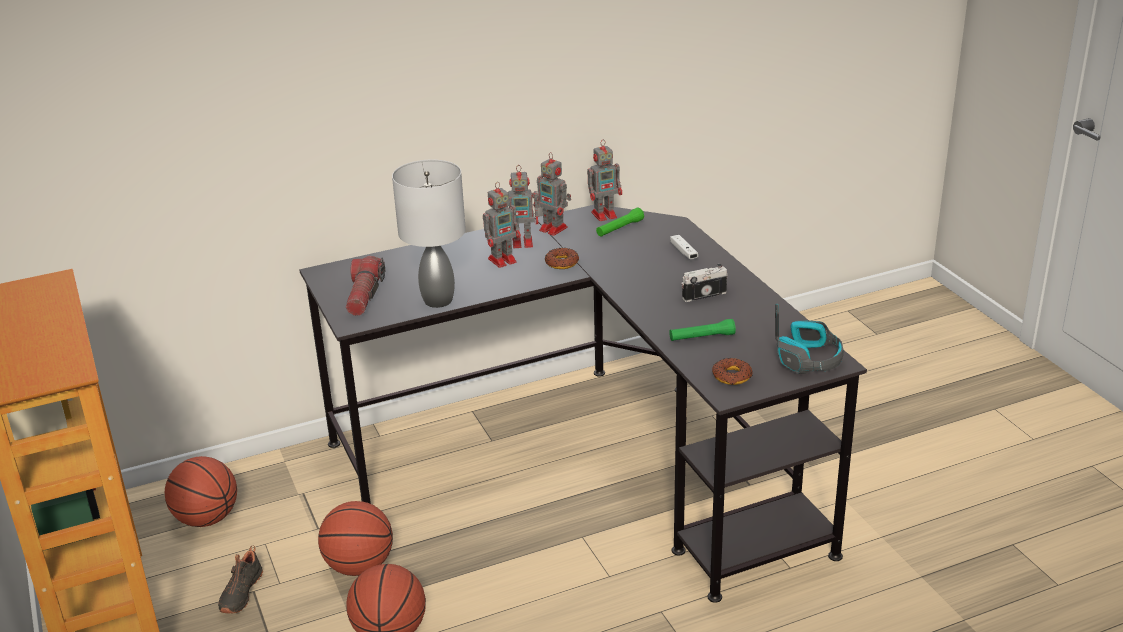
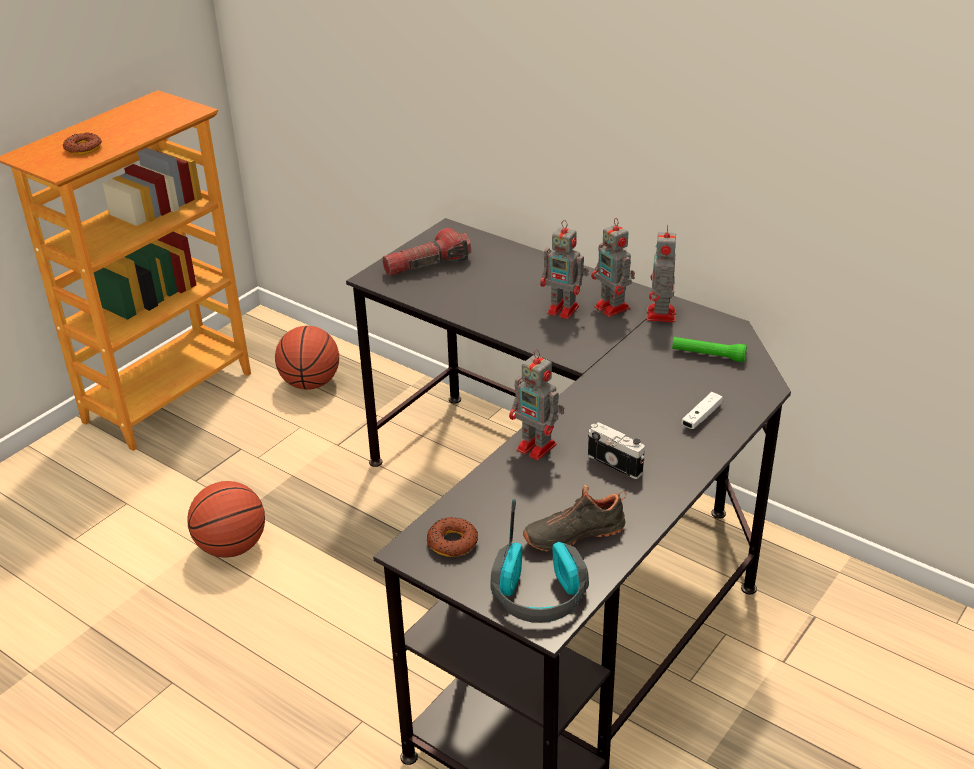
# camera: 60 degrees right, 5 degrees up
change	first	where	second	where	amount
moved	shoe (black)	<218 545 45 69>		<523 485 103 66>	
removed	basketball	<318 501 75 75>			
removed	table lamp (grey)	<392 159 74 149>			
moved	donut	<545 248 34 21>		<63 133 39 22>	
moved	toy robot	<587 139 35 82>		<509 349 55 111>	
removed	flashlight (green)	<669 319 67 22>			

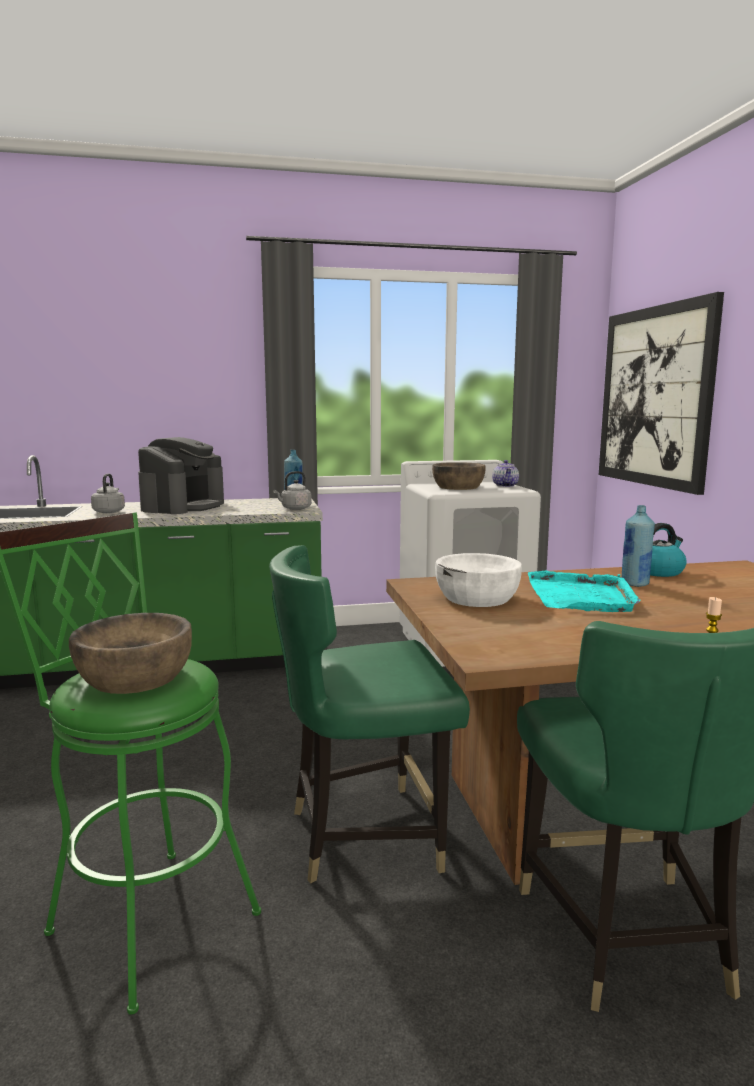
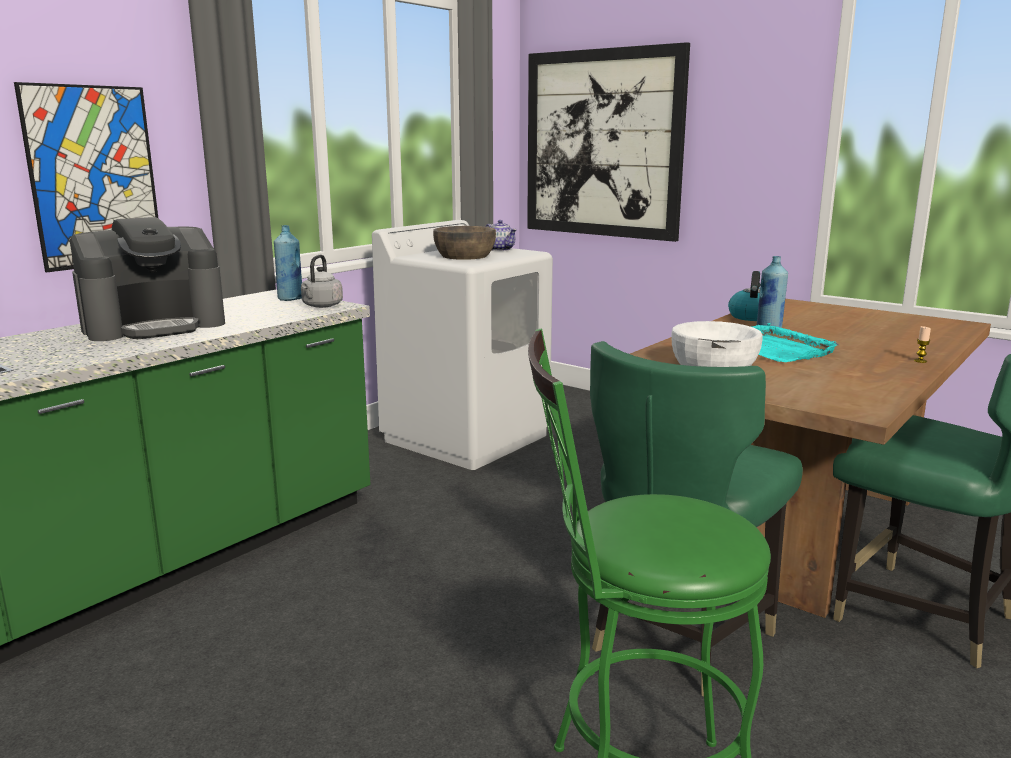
# camera: 40 degrees left, 5 degrees up
change	first	where	second	where	amount
removed	bowl (brown)	<69 613 123 81>			
removed	kettle (grey)	<91 474 34 39>			
turned	coffee machine	<138 437 86 77>		<70 217 155 124>	75 degrees clockwise
added			picture	<14 82 144 190>	

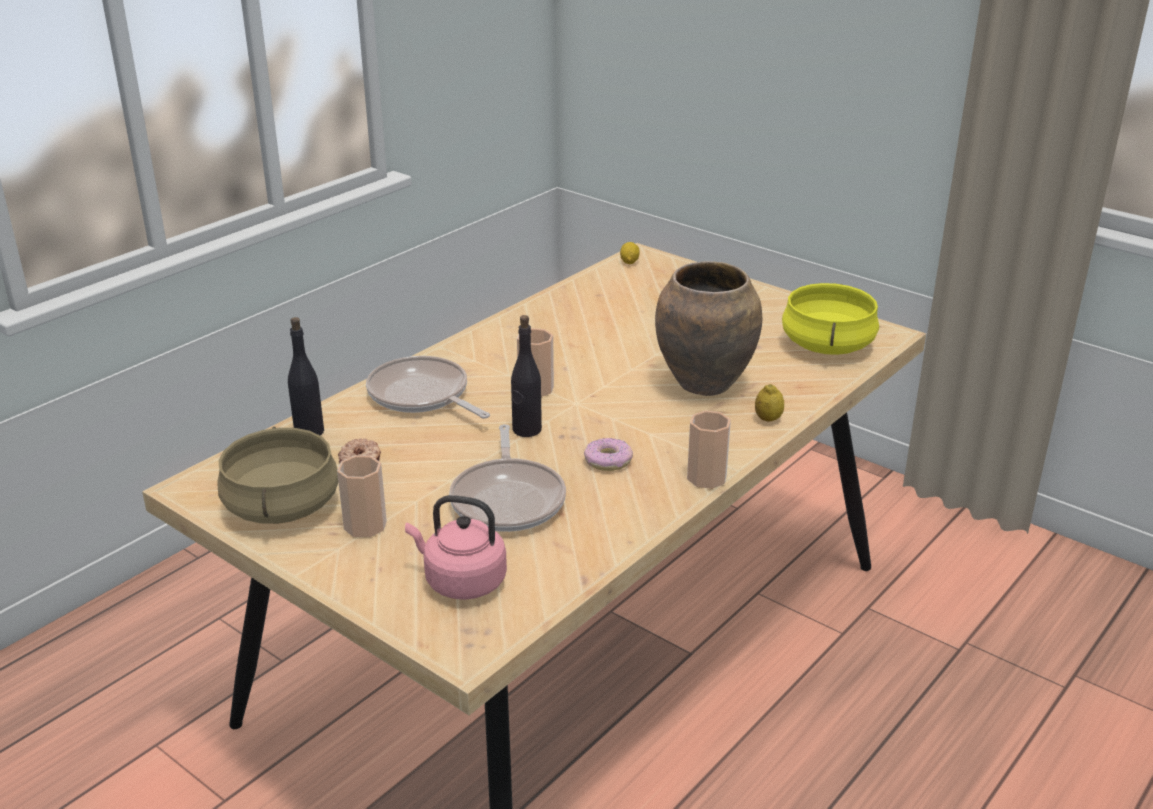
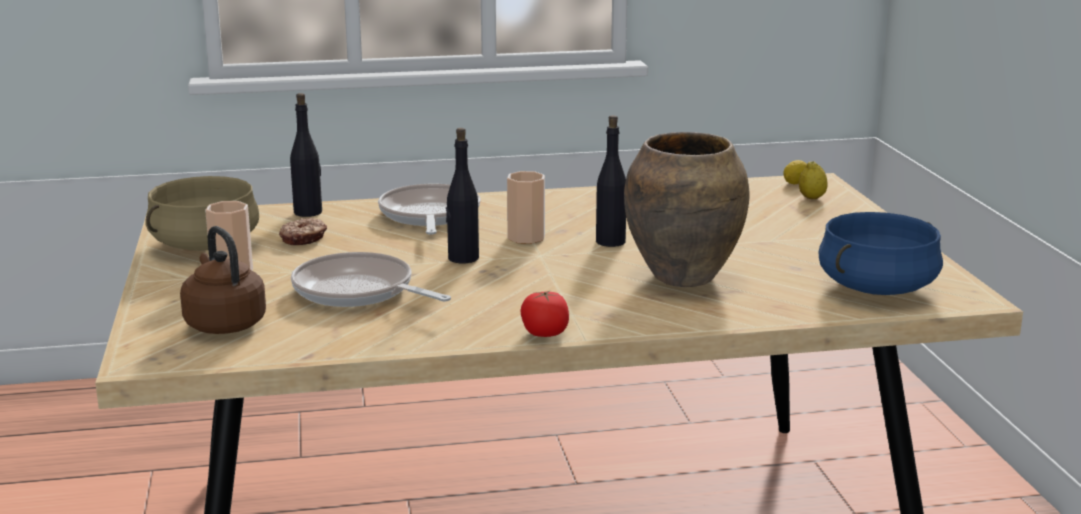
# camera: 40 degrees right, 10 degrees down
change	first	where	second	where	amount
recoloured	kettle (pink)	<405 495 102 105>	kettle (brown)	<180 226 86 108>	
turned	frying pan	<449 424 117 108>		<291 252 160 55>	90 degrees clockwise
removed	donut	<584 438 49 33>			
replaced	cup	<687 411 44 78>	tomato	<520 290 49 47>	
moved	lemon	<755 384 29 38>		<799 161 29 38>	
recoloured	cooking pot (yellow)	<782 283 97 72>	cooking pot (blue)	<818 212 125 83>	
added			bottle (black)	<596 115 30 132>	

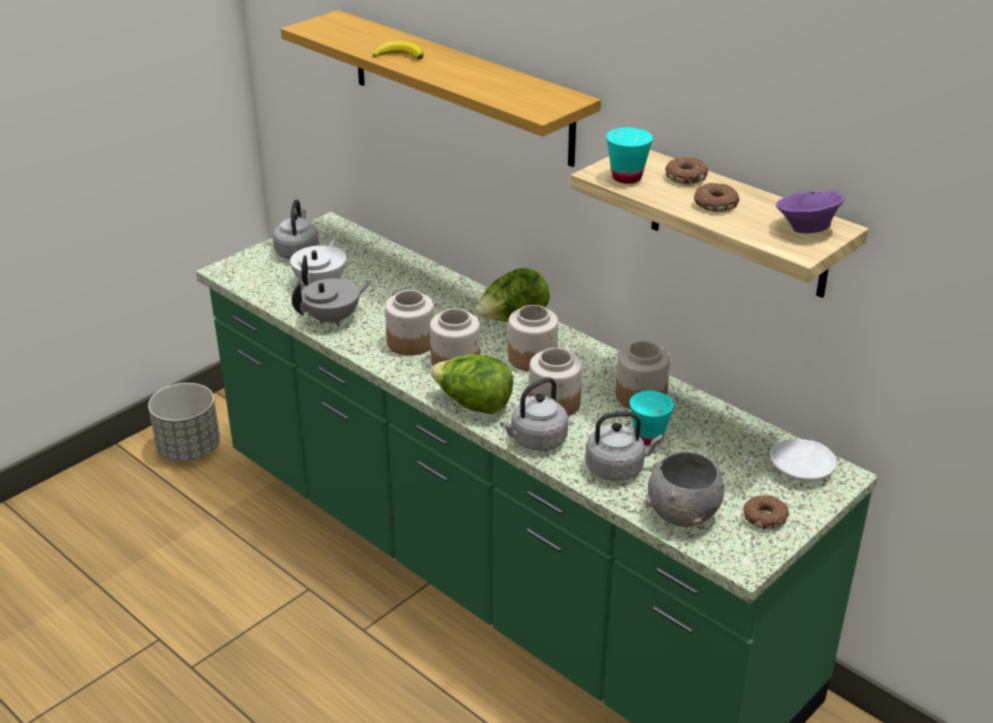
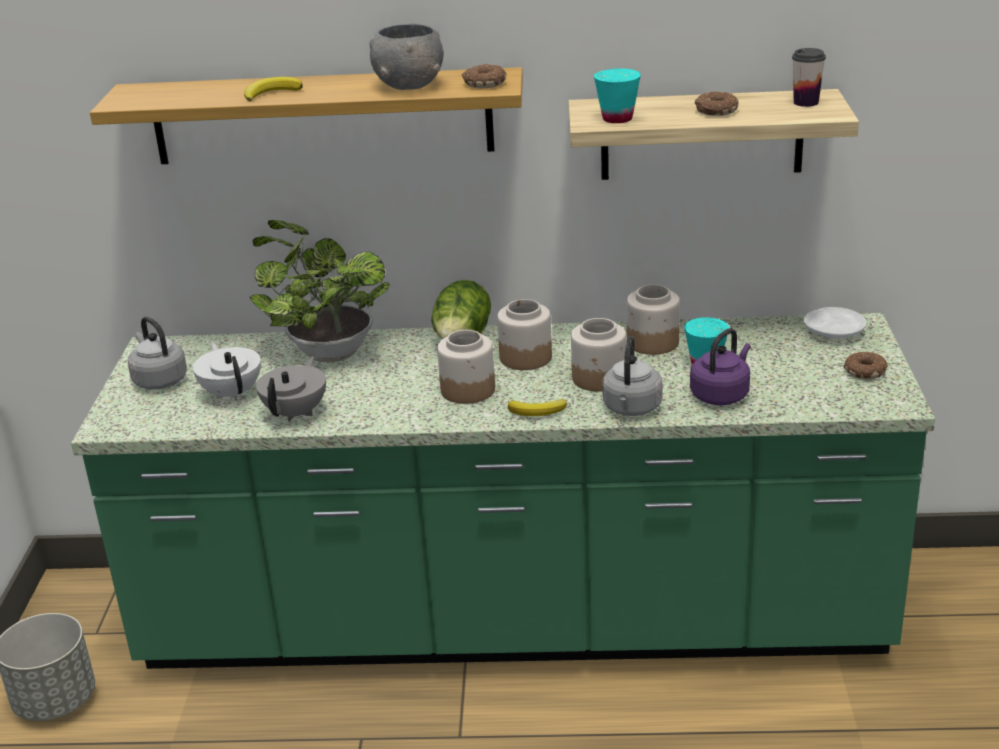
# camera: 40 degrees left, 5 degrees down
change	first	where	second	where	amount
removed	jar	<385 290 49 66>			
replaced	lettuce	<431 355 82 59>	banana	<508 399 59 17>	
recoloured	kettle (grey)	<585 411 78 70>	kettle (purple)	<690 328 61 77>	
moved	bowl (grey)	<646 451 78 76>		<370 24 74 66>	
moved	donut	<665 157 43 27>		<462 64 44 24>	
replaced	bowl (purple)	<776 190 69 43>	cup	<792 48 34 59>	
added			potted plant	<250 220 140 142>	

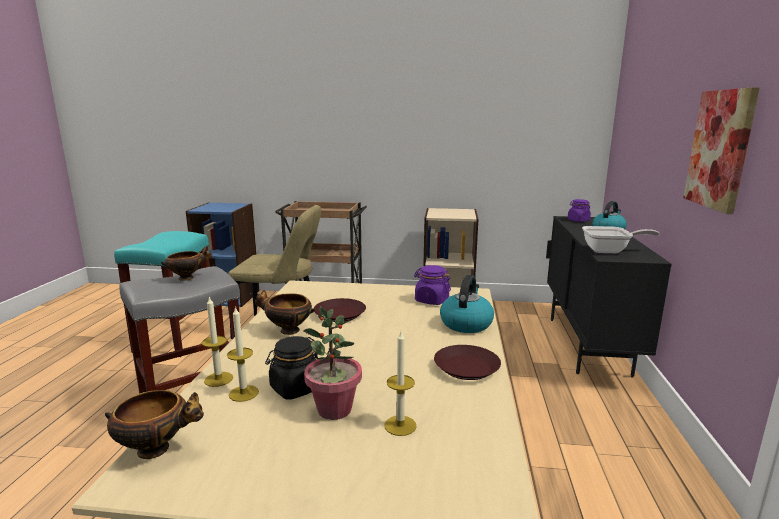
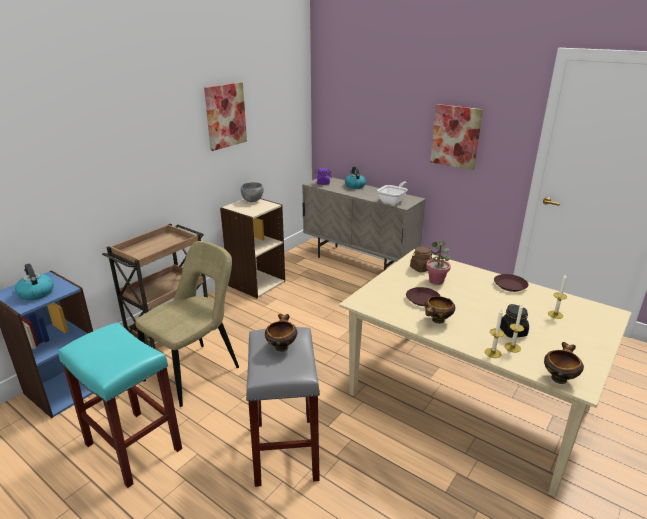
# camera: 60 degrees left, 10 degrees up
change	first	where	second	where	amount
moved	potted plant	<303 306 59 114>		<426 240 25 45>	
recoloured	jar (purple)	<414 265 37 40>	jar (brown)	<410 246 22 26>	
moved	kettle	<440 275 54 58>		<15 263 39 37>	
recoloured	cabinet (black)	<546 216 126 162>	cabinet (beige)	<302 177 124 94>	
added			picture	<204 82 43 69>	
added			bowl (grey)	<241 182 23 20>	

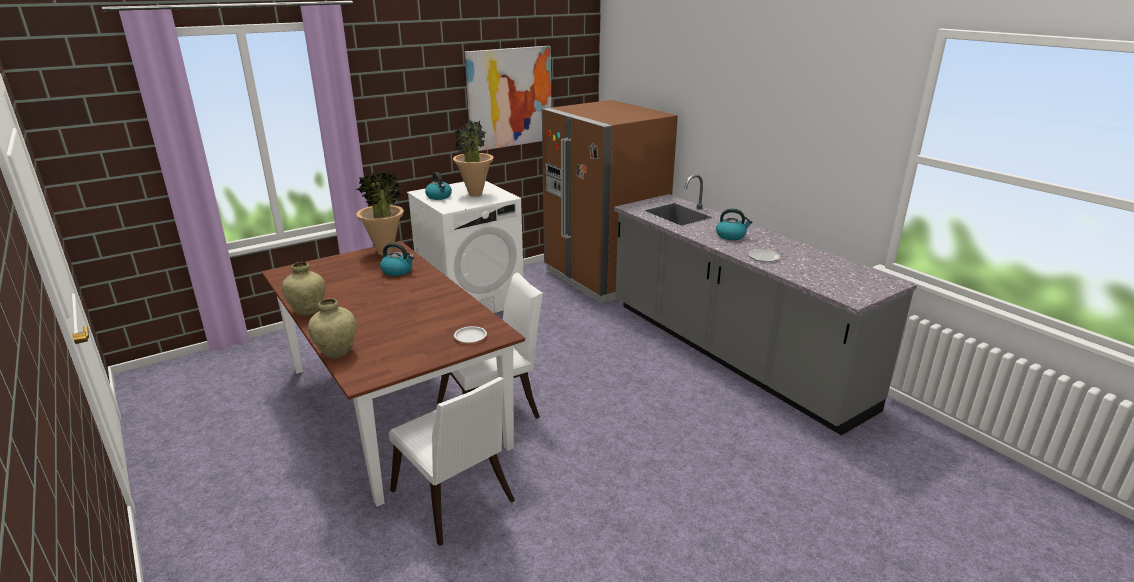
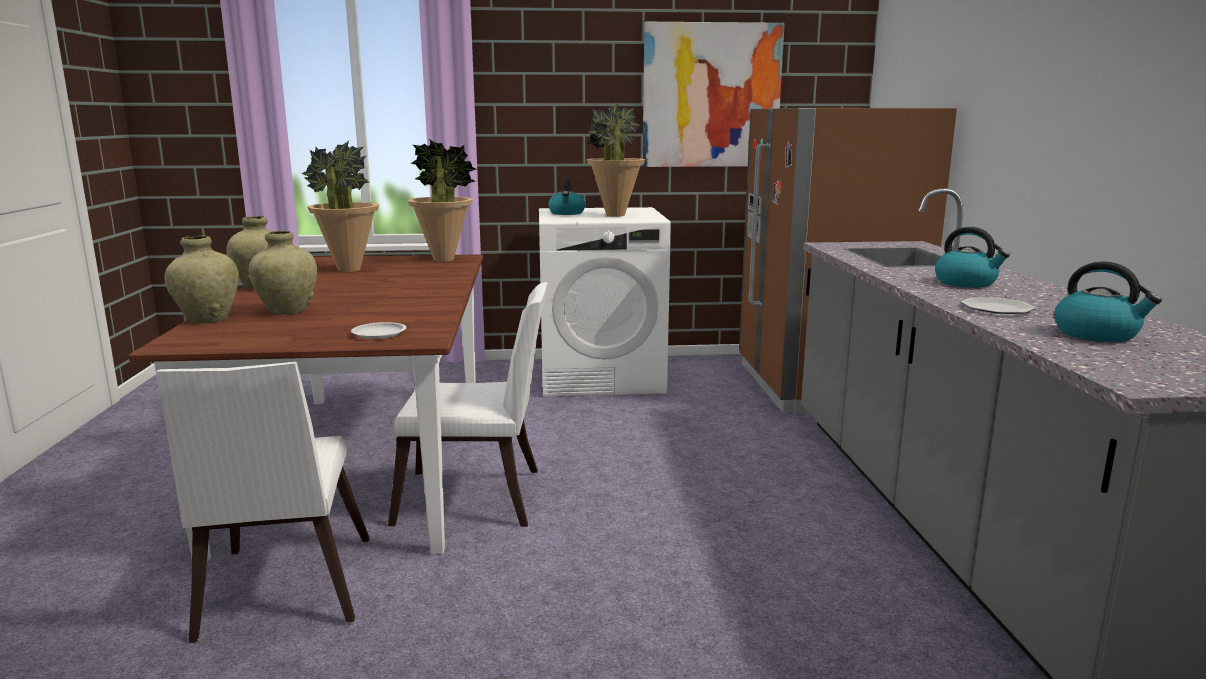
# camera: 30 degrees right, 10 degrees down
change	first	where	second	where	amount
moved	kettle	<380 243 34 33>		<1054 261 108 81>	
added			vase (beige)	<249 231 68 84>	
added			potted plant	<301 141 78 131>	

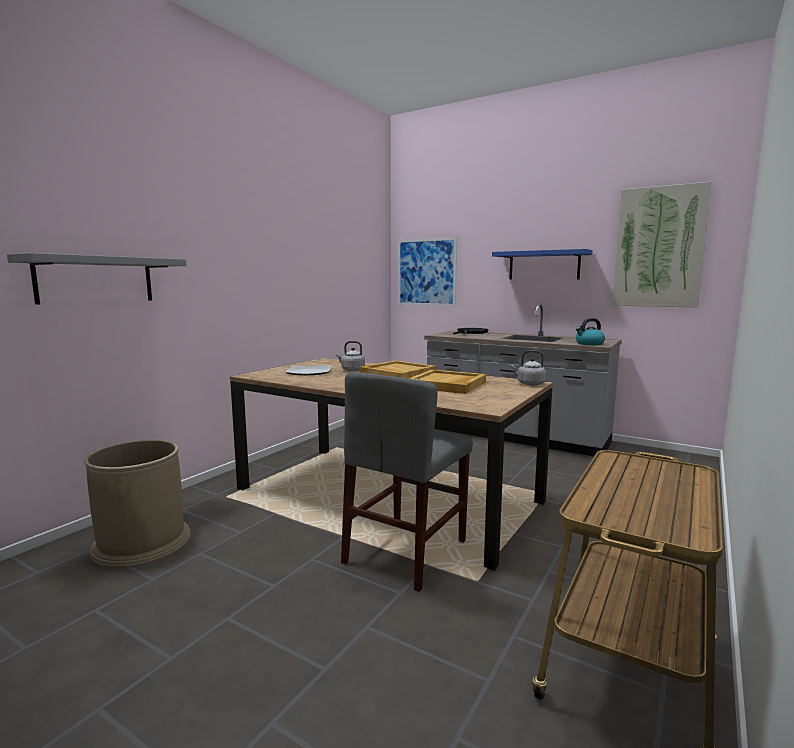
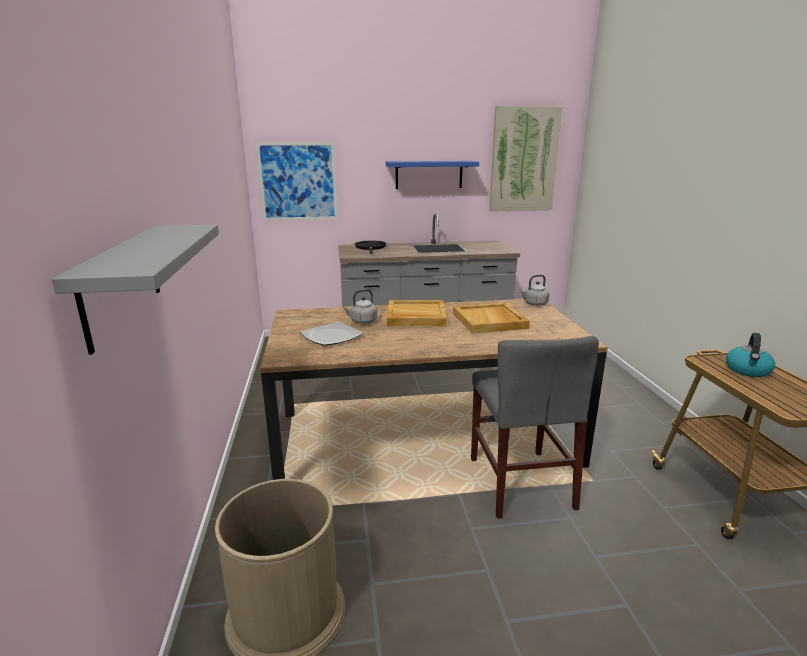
# camera: 40 degrees left, 10 degrees up
change	first	where	second	where	amount
moved	kettle	<576 318 29 27>		<726 333 49 44>	

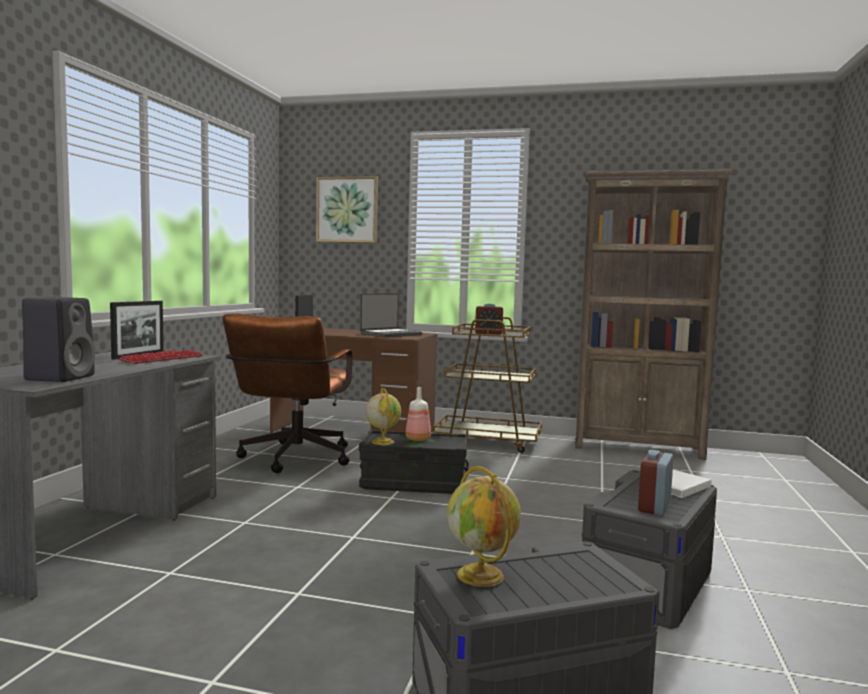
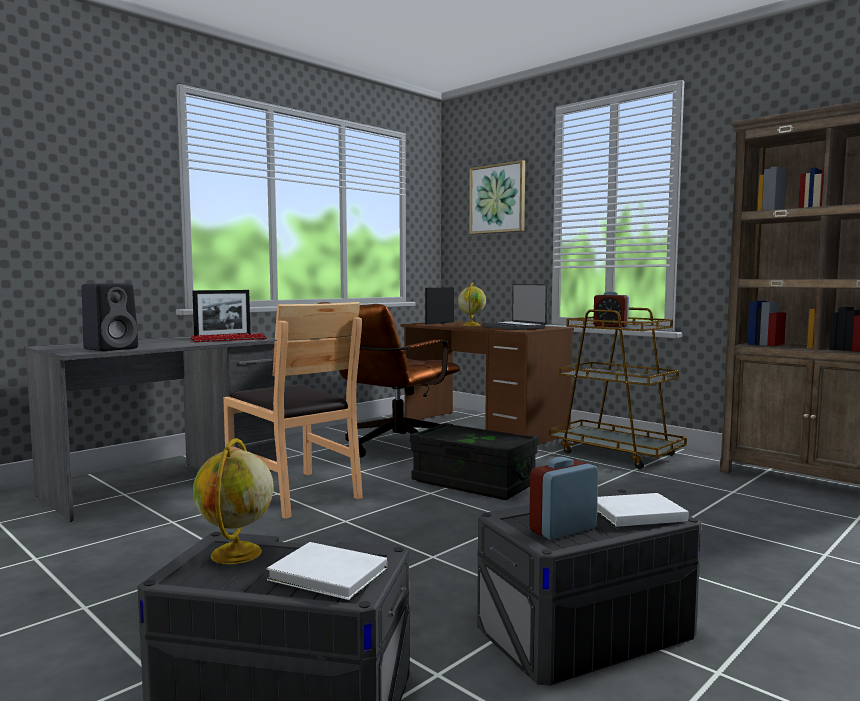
# camera: 30 degrees right, 0 degrees up
change	first	where	second	where	amount
turned	laptop	<360 293 62 44>		<481 284 67 46>	75 degrees clockwise
moved	globe	<366 388 35 57>		<458 282 28 44>	
removed	bottle	<405 387 26 54>			
added			chair (brown)	<223 302 140 217>	
added			book (white)	<266 542 121 58>	

